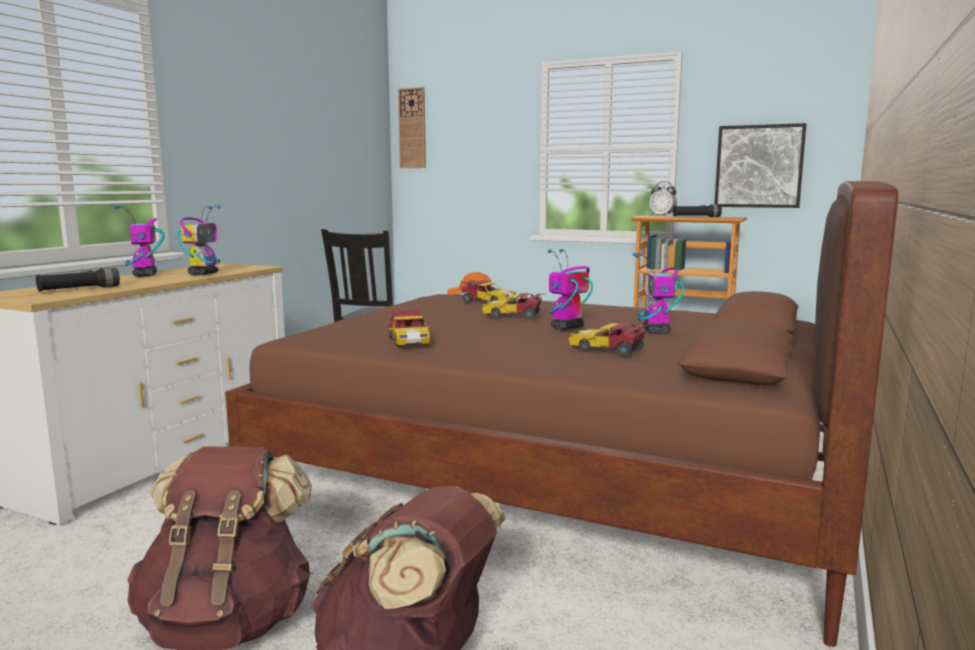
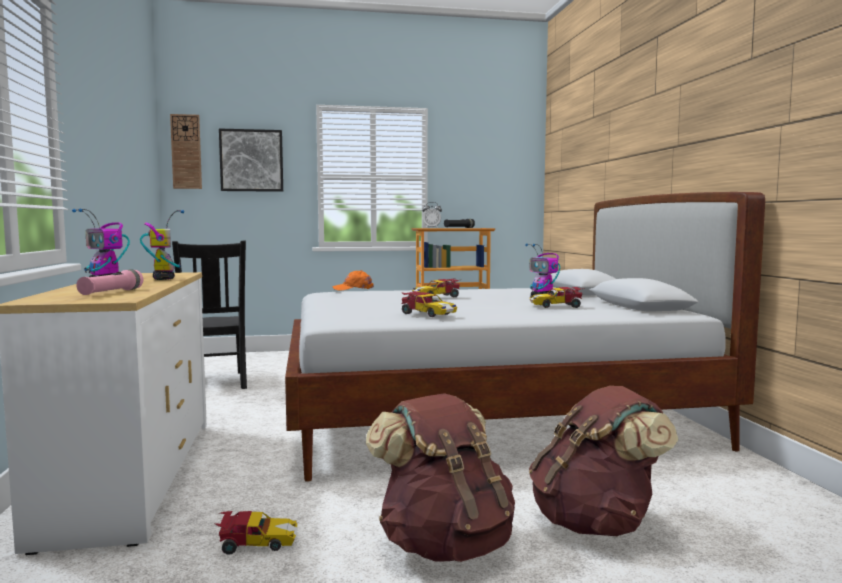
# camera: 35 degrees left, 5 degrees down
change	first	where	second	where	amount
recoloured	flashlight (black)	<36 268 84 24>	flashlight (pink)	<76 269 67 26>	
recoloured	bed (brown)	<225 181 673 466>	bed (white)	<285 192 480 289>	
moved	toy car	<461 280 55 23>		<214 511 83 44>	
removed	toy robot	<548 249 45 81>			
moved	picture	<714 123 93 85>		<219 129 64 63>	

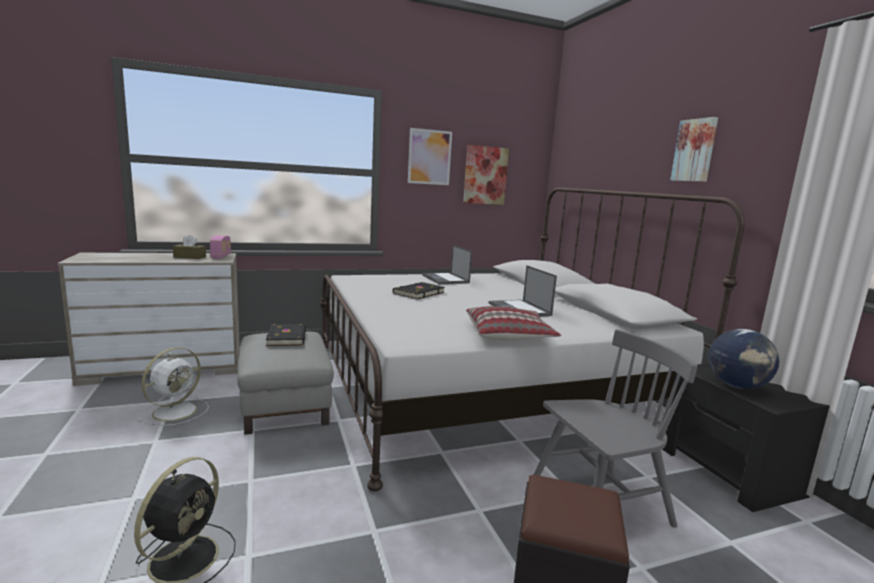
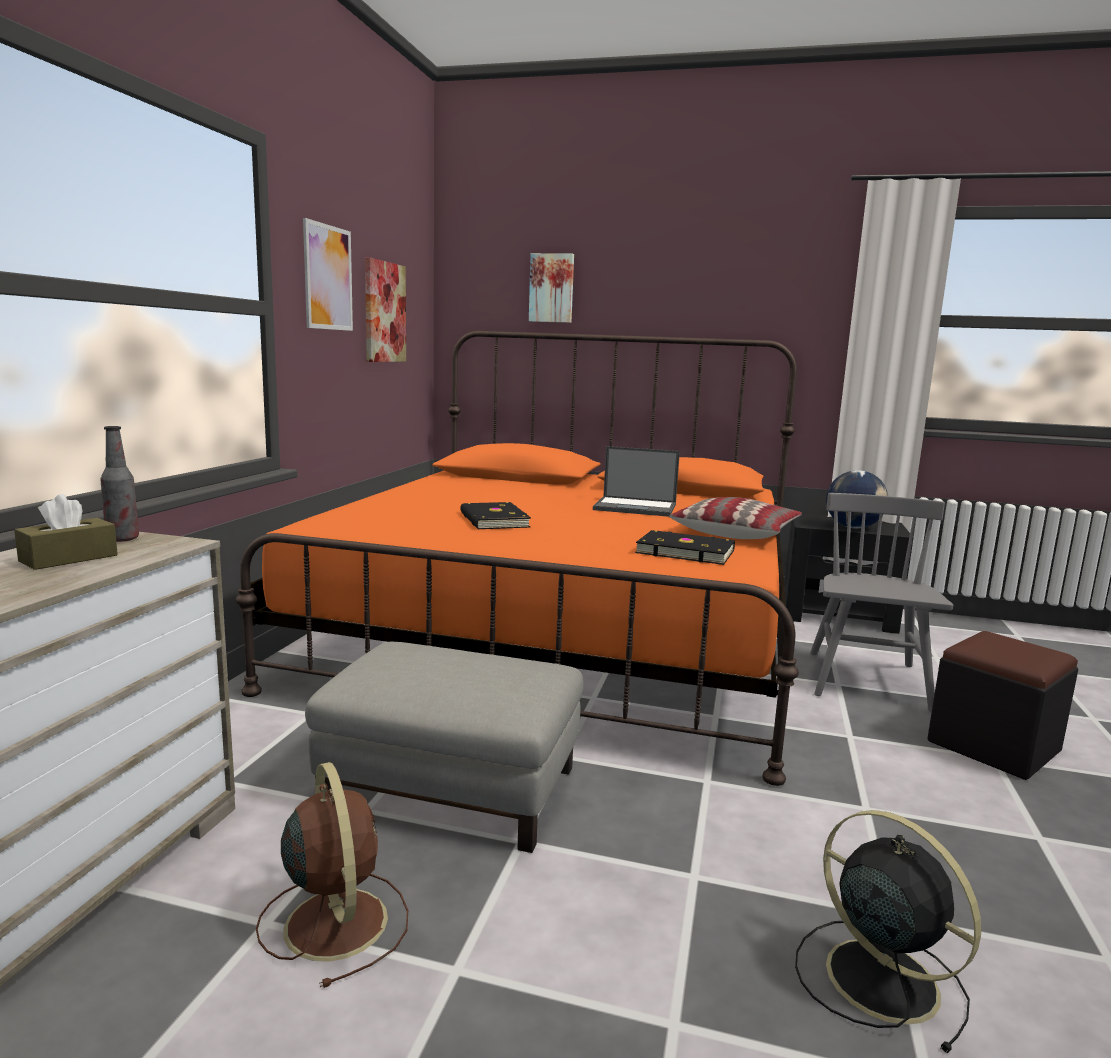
# camera: 55 degrees left, 0 degrees up
change	first	where	second	where	amount
recoloured	fan (white)	<137 347 72 79>	fan (brown)	<256 762 152 226>	
replaced	radio	<210 235 21 24>	bottle	<100 426 39 116>	
moved	book (black)	<266 324 40 22>		<635 530 100 35>	
recoloured	bed (white)	<320 187 425 304>	bed (orange)	<236 331 563 455>	
removed	laptop	<422 245 50 39>			
moved	picture	<671 117 47 65>		<529 253 45 70>	

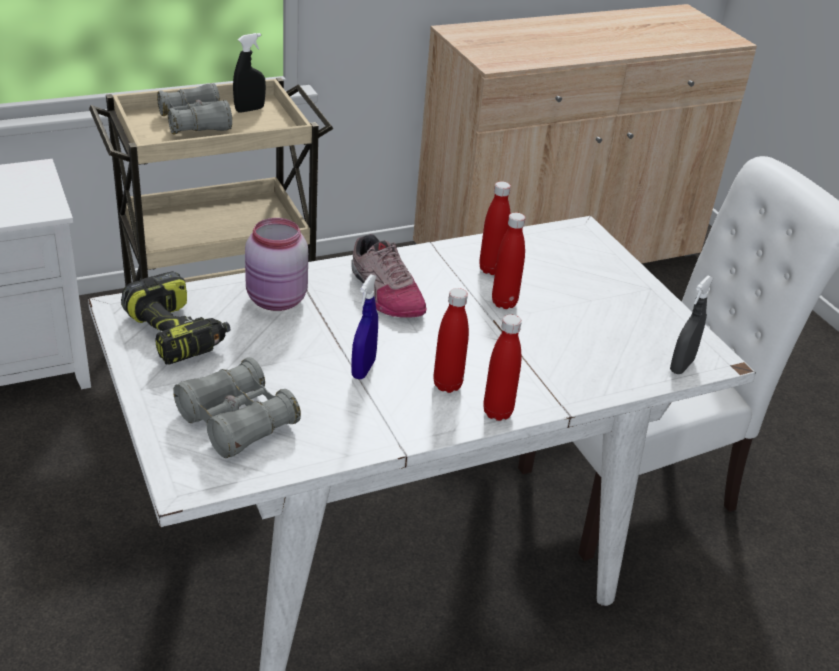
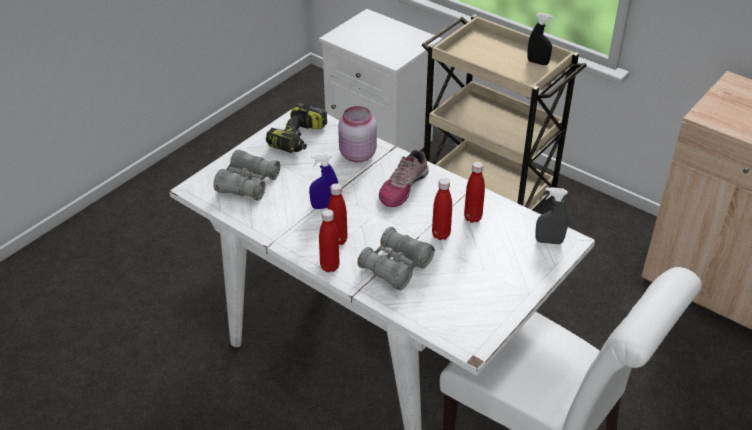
# camera: 65 degrees right, 5 degrees up
change	first	where	second	where	amount
moved	binoculars (grey)	<157 83 75 52>		<357 227 78 63>	
moved	spray bottle (grey)	<670 276 43 98>		<535 187 33 58>	

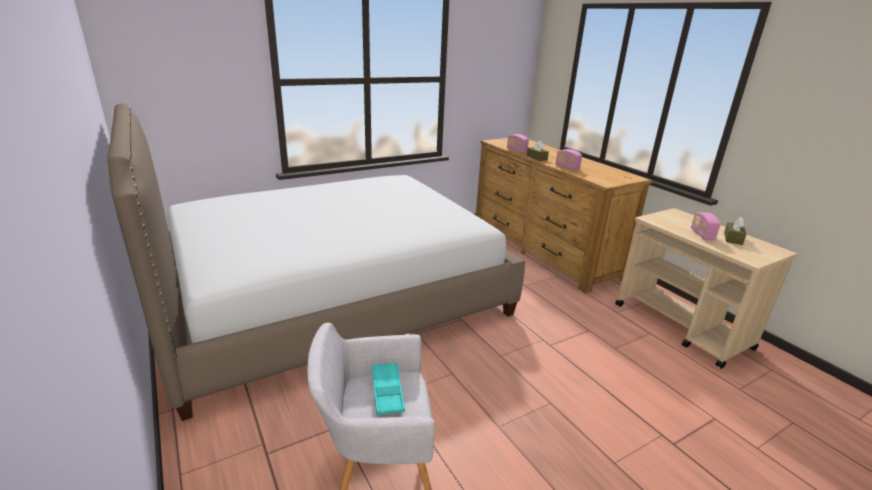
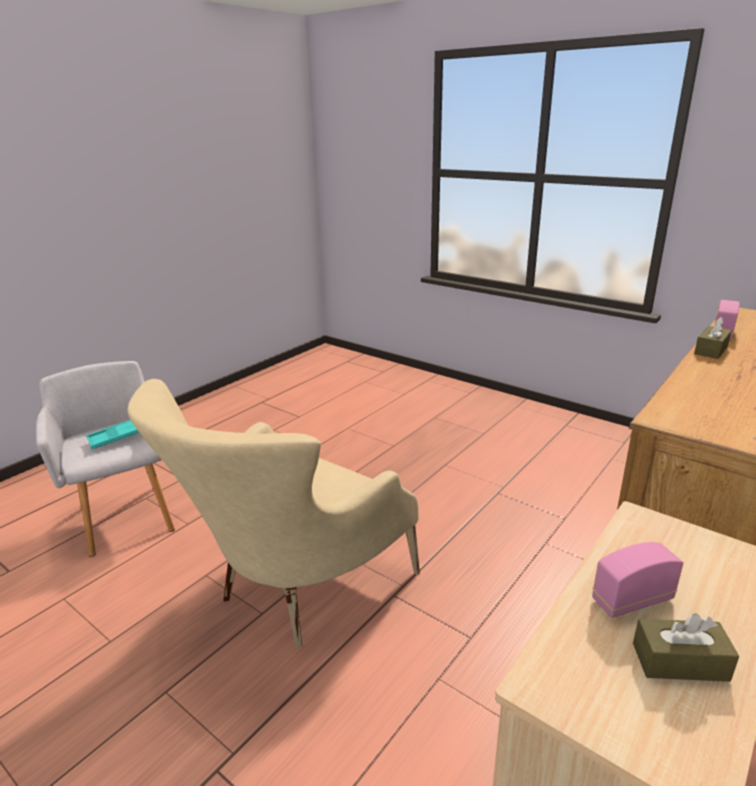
# camera: 70 degrees right, 0 degrees up
change	first	where	second	where	amount
removed	bed	<107 103 418 318>			
removed	radio	<556 149 26 21>			
added			armchair (beige)	<128 379 292 269>	

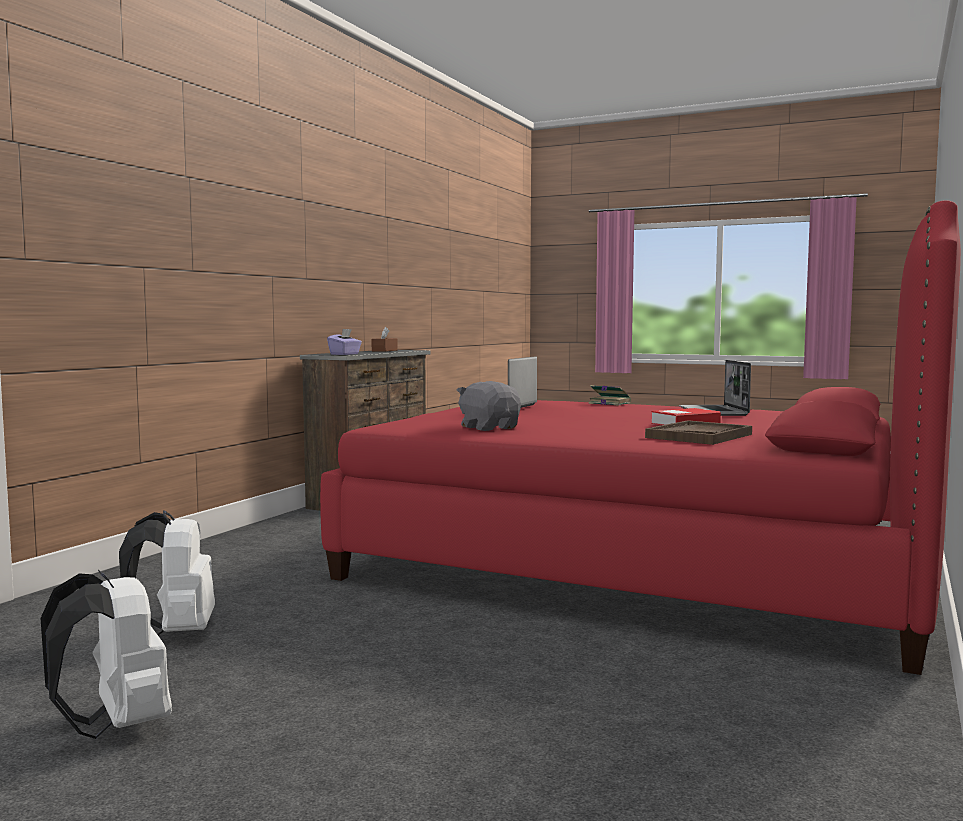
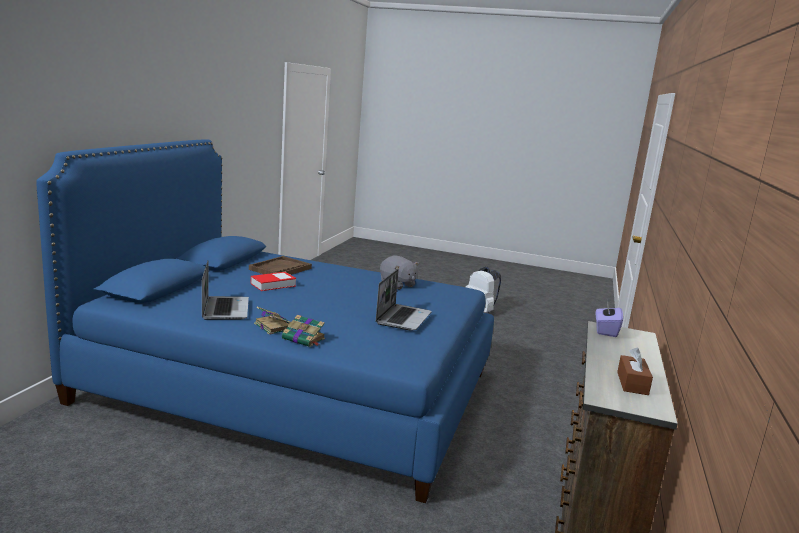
# camera: 170 degrees right, 10 degrees up
change	first	where	second	where	amount
removed	backpack (white)	<119 510 96 125>			
recoloured	bed (red)	<320 200 641 475>	bed (blue)	<36 139 458 364>	
added			book	<254 307 37 28>	

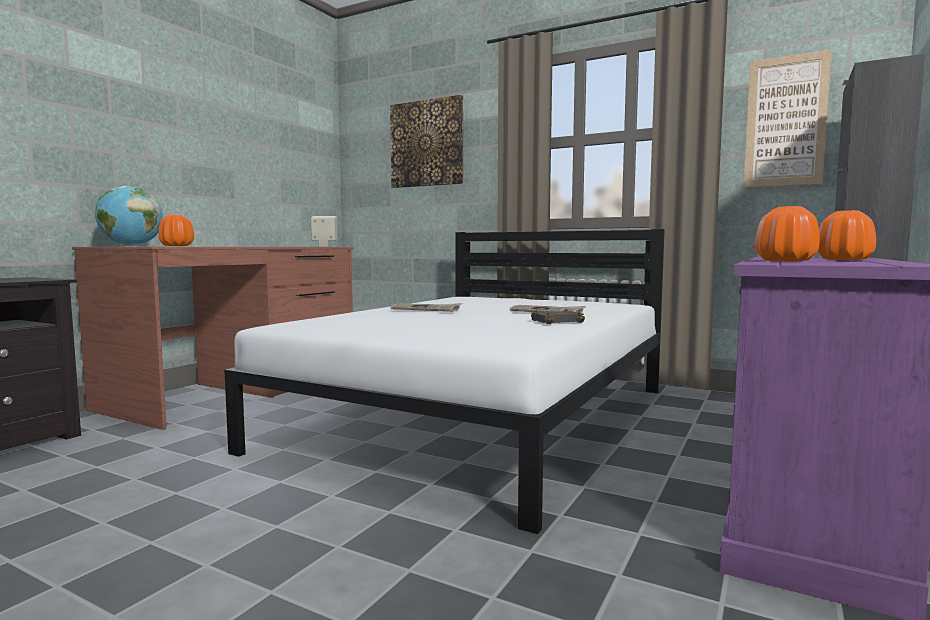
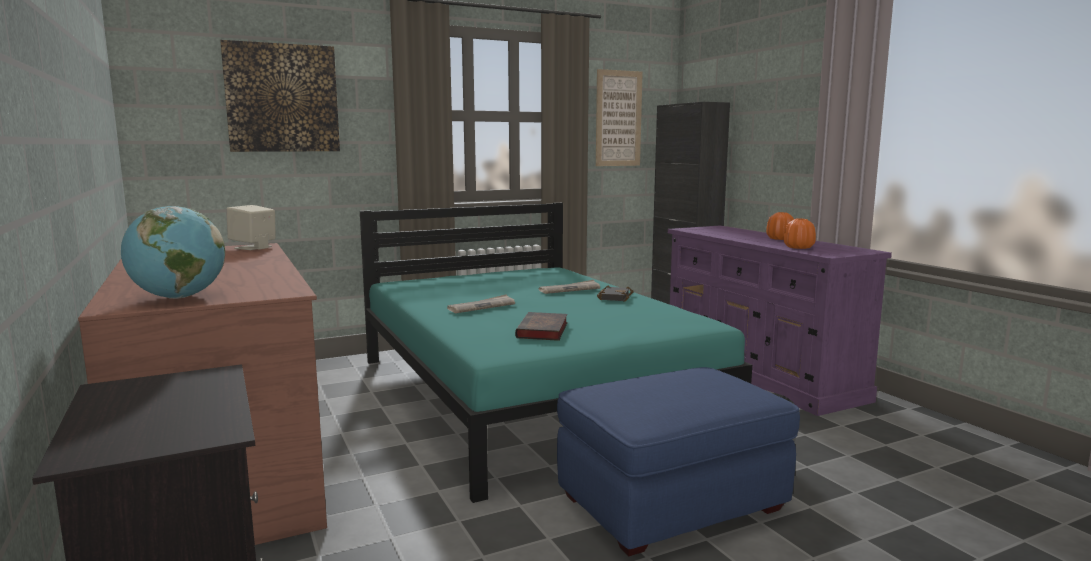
# camera: 55 degrees left, 5 degrees up
change	first	where	second	where	amount
removed	vase (orange)	<158 214 36 32>			
recoloured	bed (white)	<224 229 441 305>	bed (turquoise)	<360 203 392 300>	
added			book	<515 312 53 29>	
added			ottoman (blue)	<557 367 243 189>	

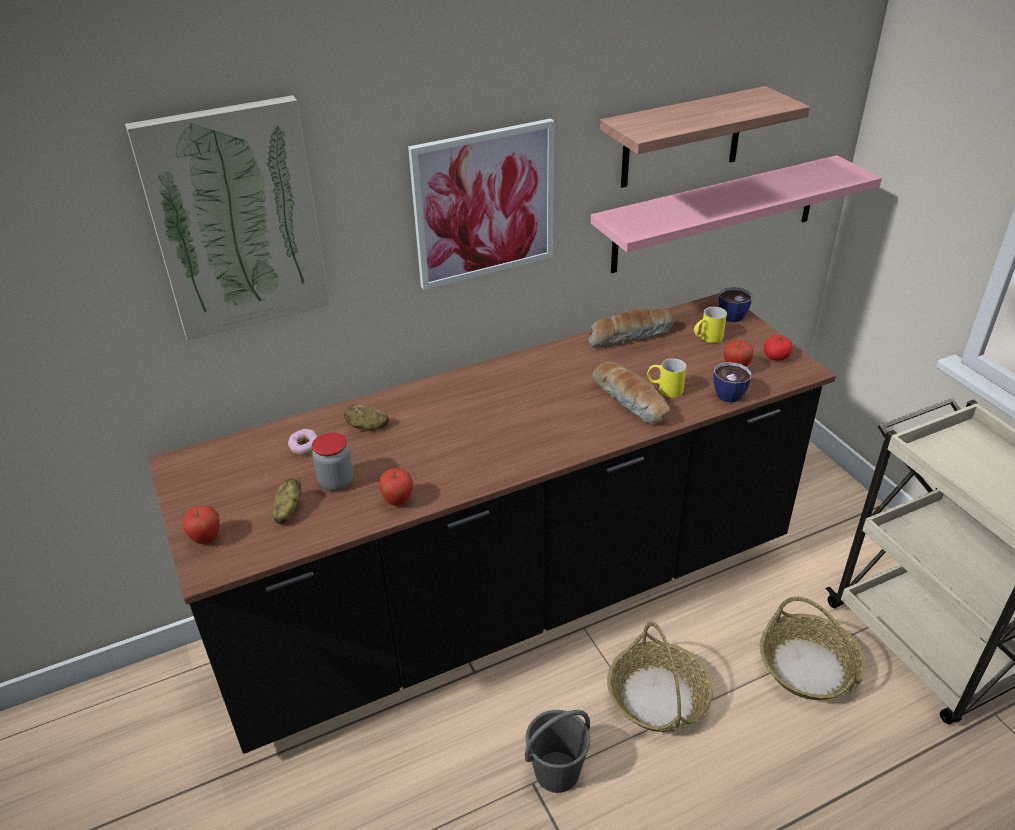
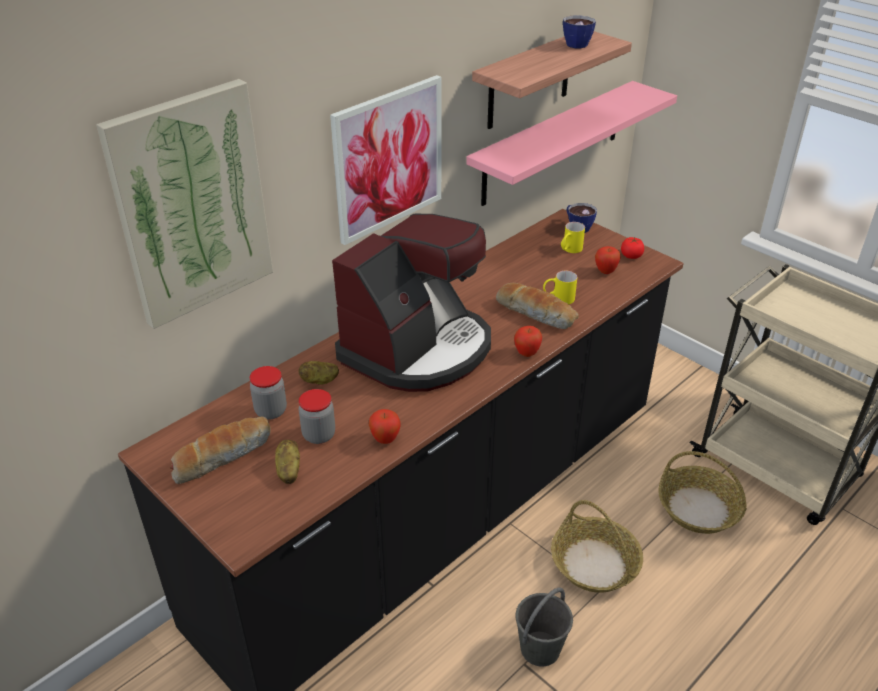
# camera: 20 degrees left, 0 degrees up
change	first	where	second	where	amount
moved	apple	<182 505 38 39>		<514 326 28 31>	
replaced	donut	<288 429 30 27>	jar	<250 366 37 53>	
moved	bread	<589 308 85 40>		<170 417 101 67>	
moved	cup	<713 362 39 40>		<563 15 33 33>	
added			coffee machine	<332 214 159 178>	

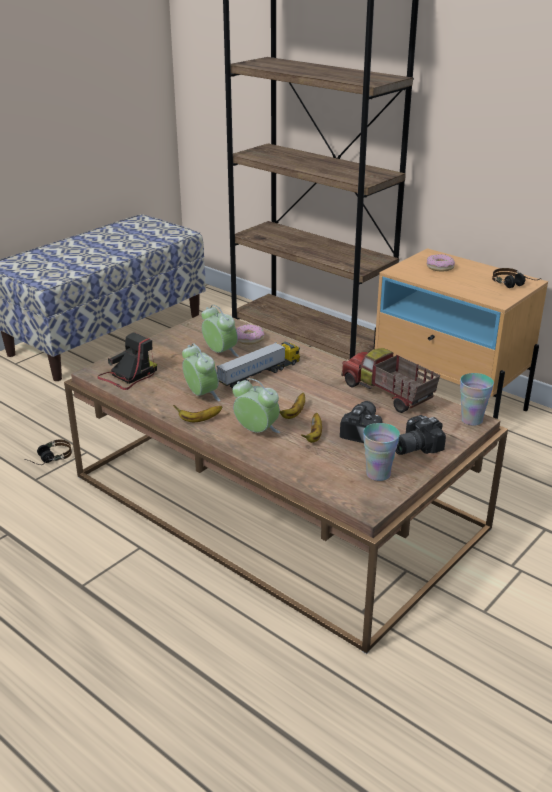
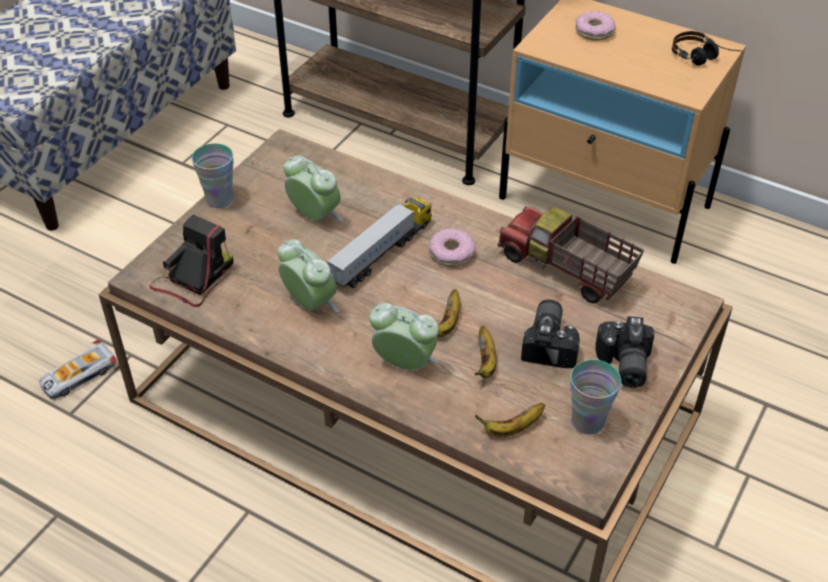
# camera: 10 degrees left, 15 degrees up
change	first	where	second	where	amount
replaced	headphones	<24 440 48 25>	toy car	<39 340 78 60>	
moved	banana	<173 405 50 17>		<475 403 70 34>	
moved	donut	<236 324 28 21>		<428 228 48 39>	
turned	photo camera	<395 415 51 40>		<595 316 59 72>	45 degrees counterclockwise
moved	cup	<460 373 34 53>		<192 143 41 65>	

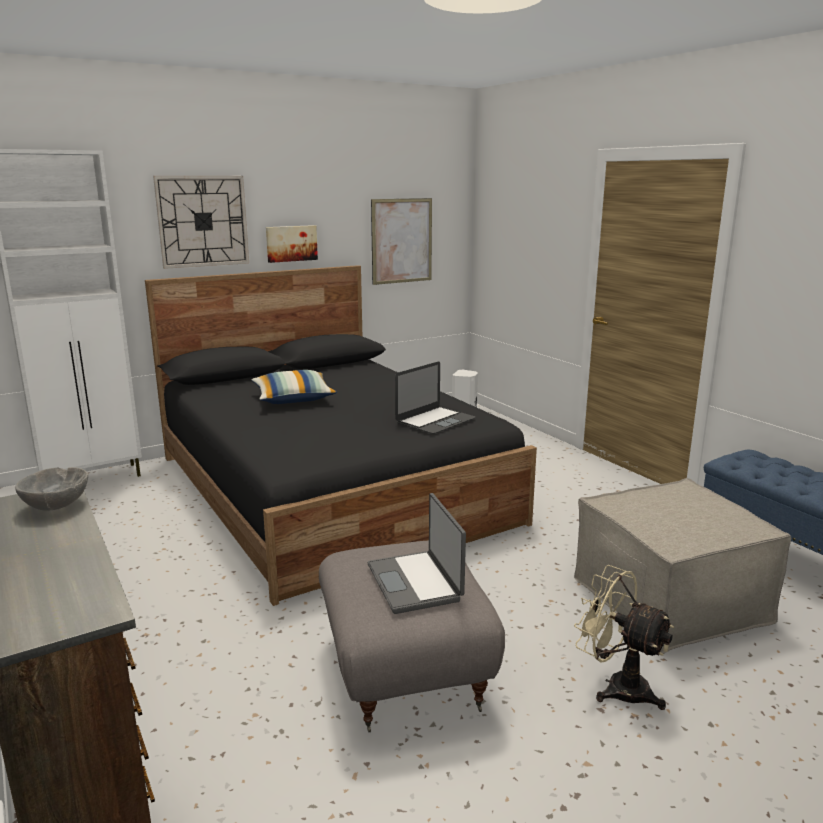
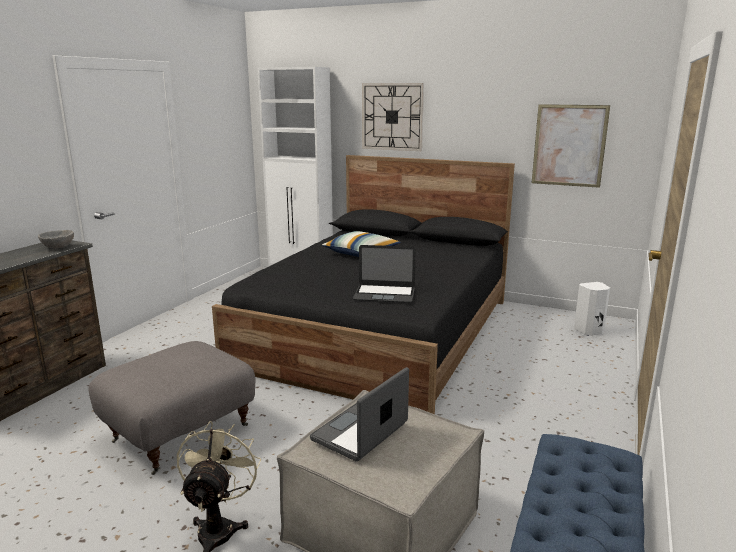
# camera: 55 degrees right, 0 degrees up
change	first	where	second	where	amount
removed	picture	<266 225 52 38>			
moved	laptop	<368 493 98 121>		<310 367 99 95>	

